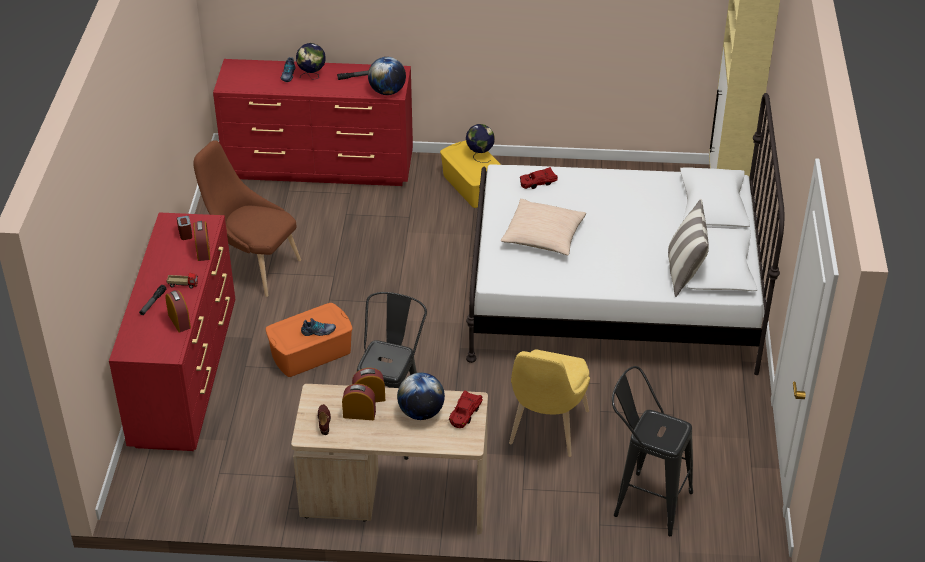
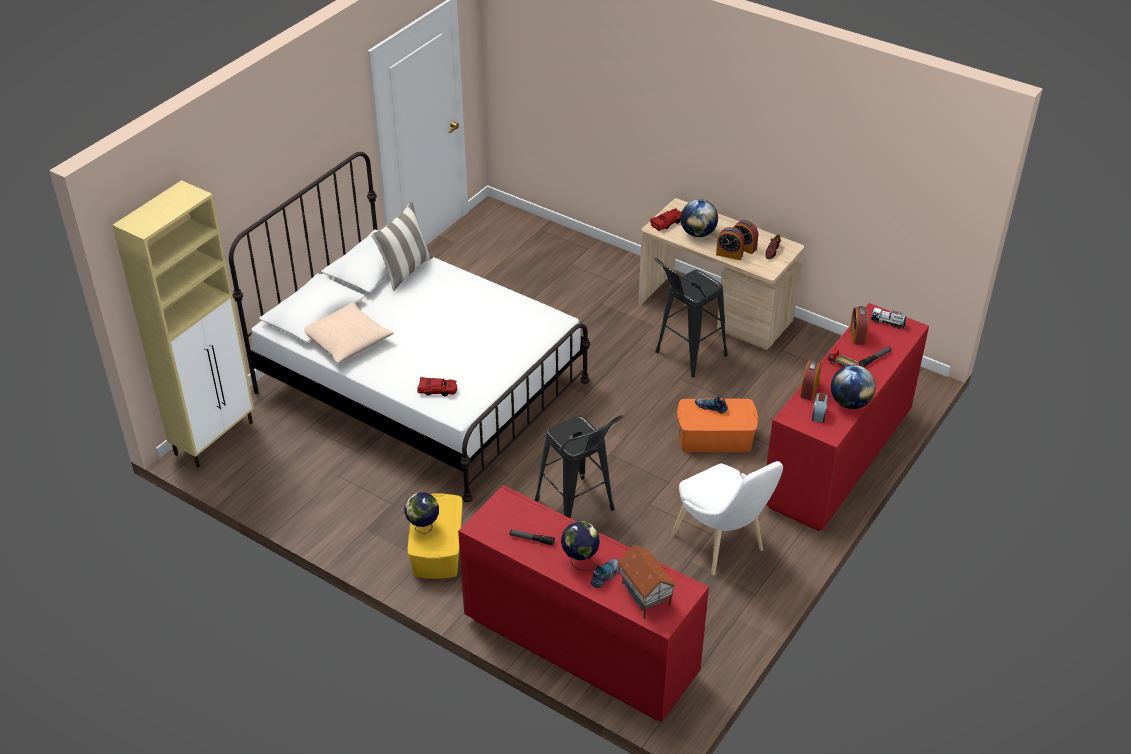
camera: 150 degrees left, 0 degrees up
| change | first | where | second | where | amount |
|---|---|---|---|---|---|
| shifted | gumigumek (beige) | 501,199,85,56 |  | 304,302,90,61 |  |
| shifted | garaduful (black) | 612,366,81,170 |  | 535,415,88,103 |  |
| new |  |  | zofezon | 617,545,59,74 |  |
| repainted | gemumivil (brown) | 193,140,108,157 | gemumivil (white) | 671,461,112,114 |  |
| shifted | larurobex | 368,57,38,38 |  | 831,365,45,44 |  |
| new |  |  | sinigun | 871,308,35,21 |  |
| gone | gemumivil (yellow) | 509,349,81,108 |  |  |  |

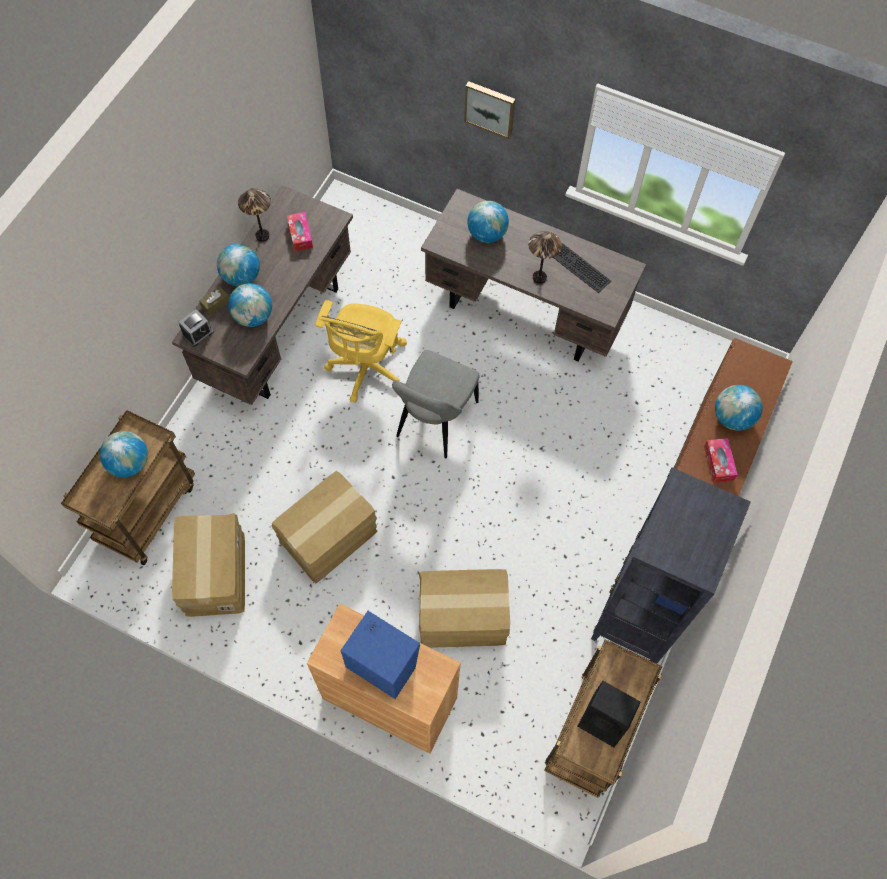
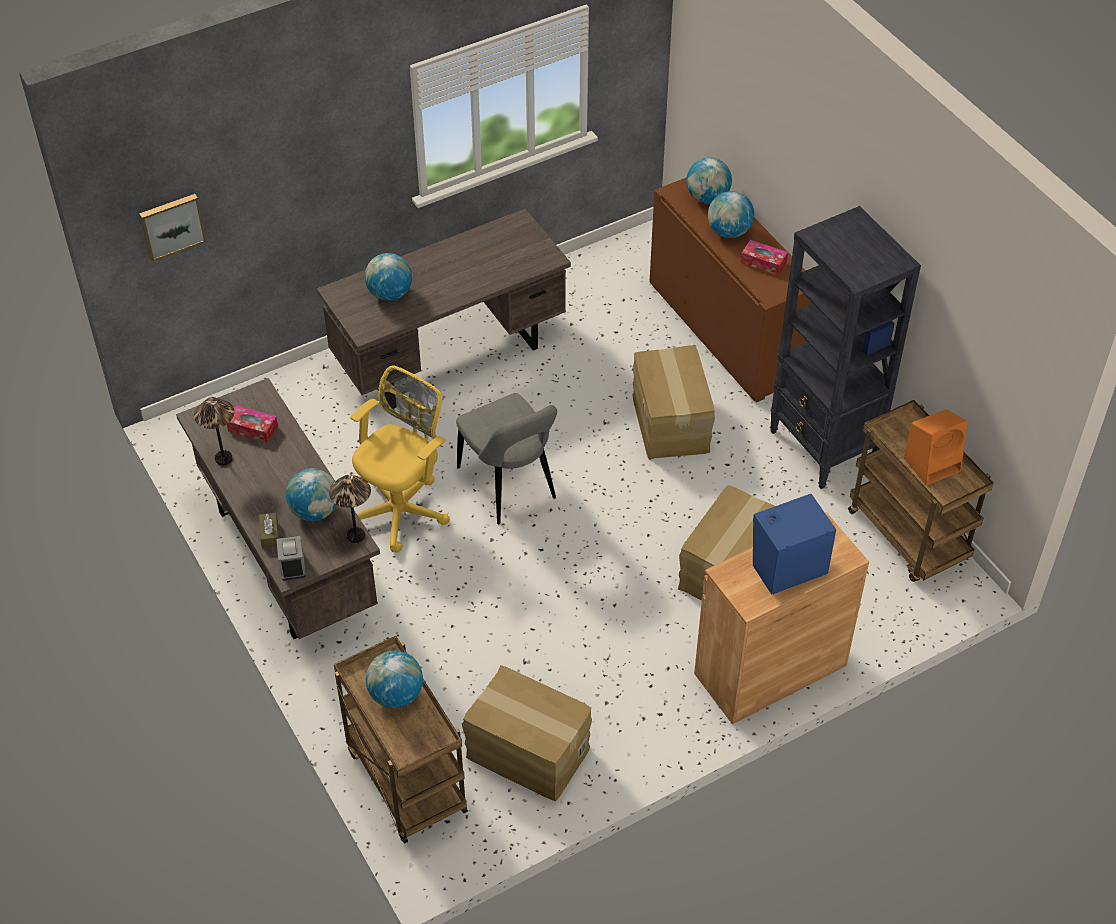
camera: 55 degrees left, 15 degrees down
| change | first | where | second | where | amount |
|---|---|---|---|---|---|
| shifted | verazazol | 464,81,51,58 |  | 139,194,68,68 |  |
| shifted | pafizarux | 528,231,34,53 |  | 329,475,42,68 |  |
| rotated | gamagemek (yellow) | 315,300,92,103 |  | 350,366,100,187 | 105 degrees counterclockwise |
| shifted | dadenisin | 272,471,105,112 |  | 632,345,83,115 |  |
| shifted | larurobex | 217,244,43,42 |  | 686,157,46,47 |  |
| repainted | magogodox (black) | 578,681,63,66 | magogodox (orange) | 904,409,64,77 |  |
| gone | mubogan | 553,243,58,50 |  |  |  |

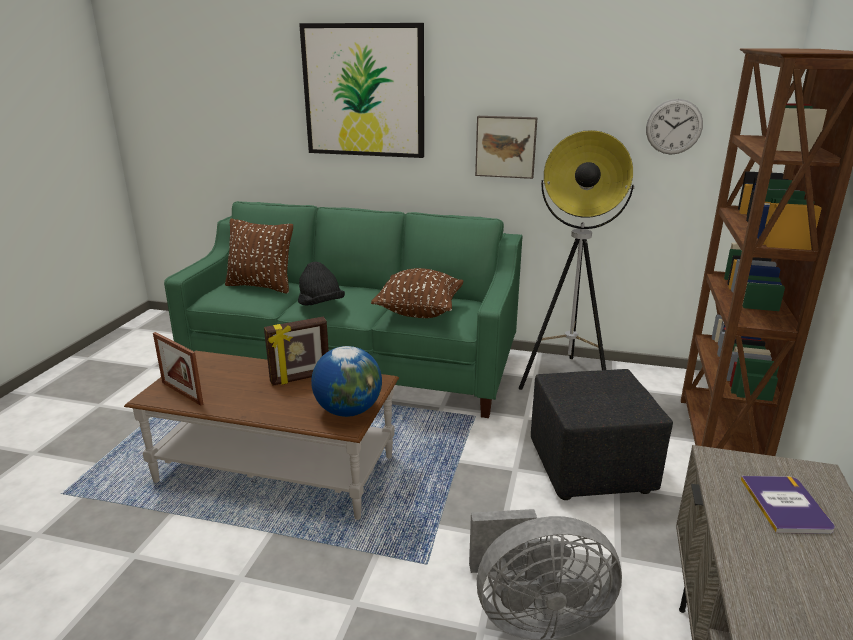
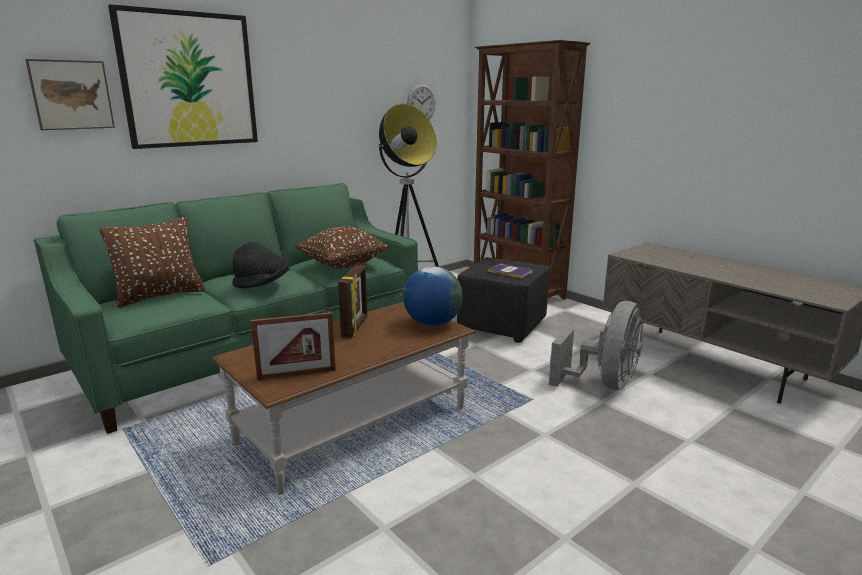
camera: 55 degrees left, 5 degrees down
| change | first | where | second | where | amount |
|---|---|---|---|---|---|
| shifted | verazazol | 475,116,63,63 |  | 25,59,90,71 |  |
| shifted | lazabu | 741,476,94,58 |  | 488,264,44,14 |  |

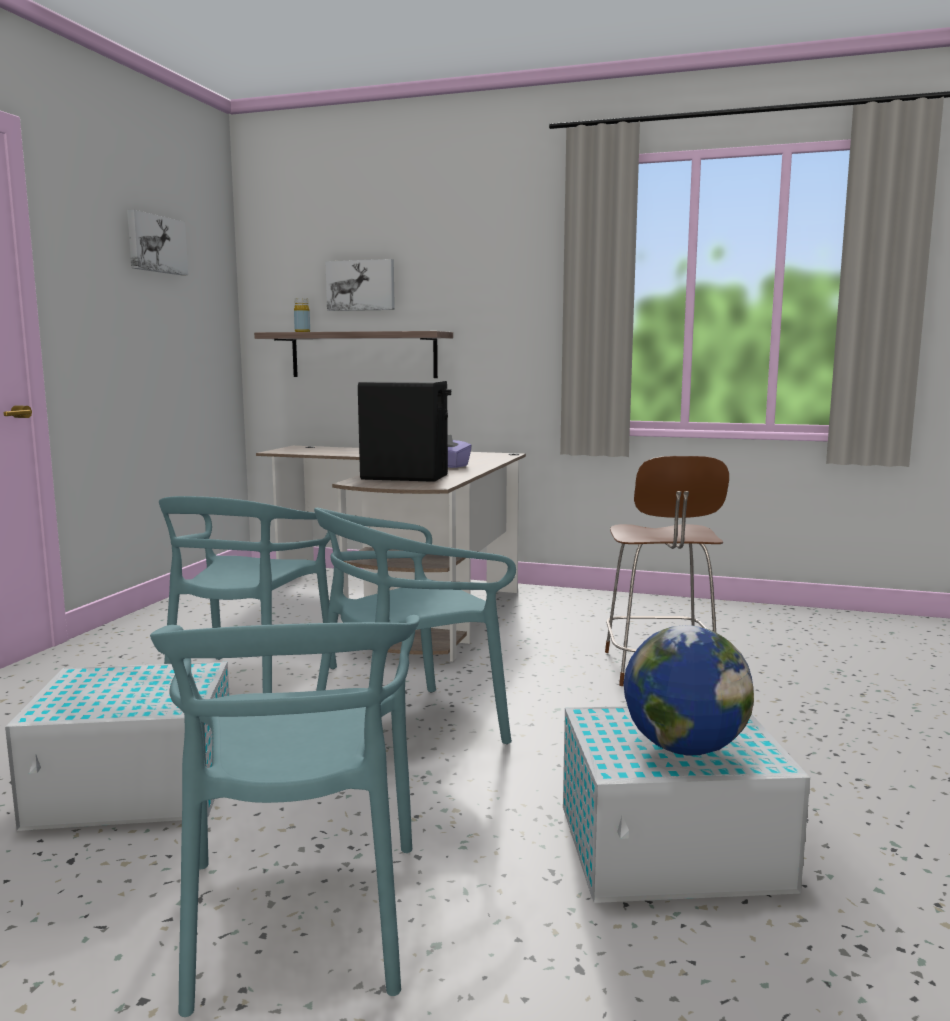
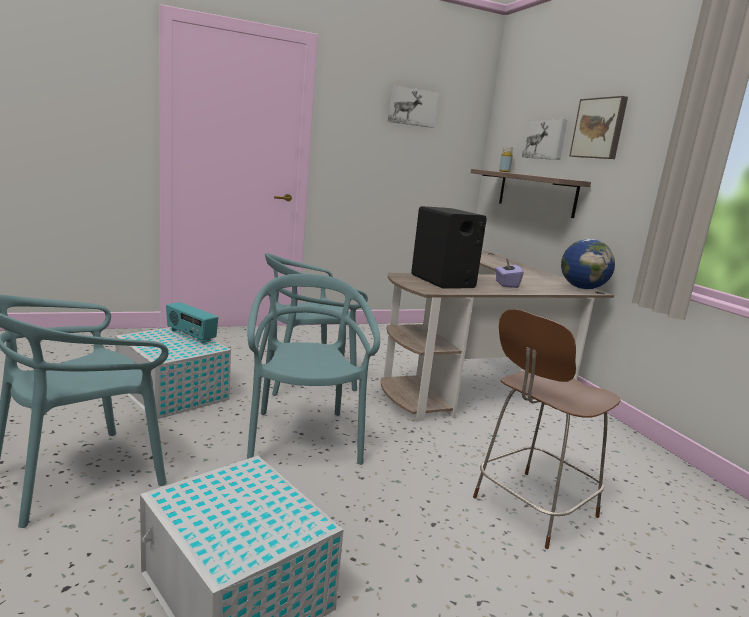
camera: 50 degrees right, 5 degrees up
| change | first | where | second | where | amount |
|---|---|---|---|---|---|
| new |  |  | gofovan | 166,302,52,42 |  |
| rotated | gemumivil (turquoise) | 314,508,202,236 |  | 247,274,133,191 | 60 degrees clockwise |
| shifted | larurobex | 624,625,130,130 |  | 561,239,54,50 |  |
| new |  |  | verazazol | 569,96,59,63 |  |

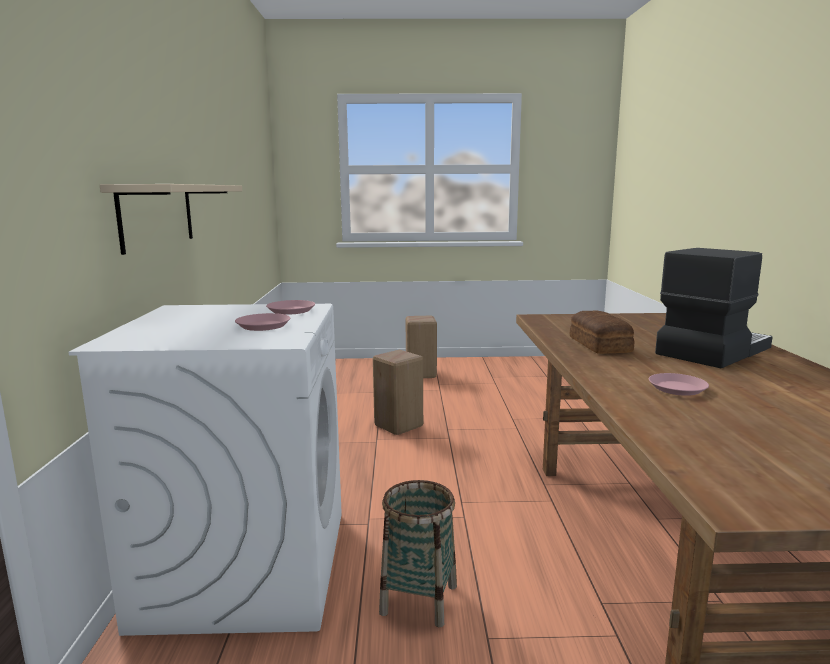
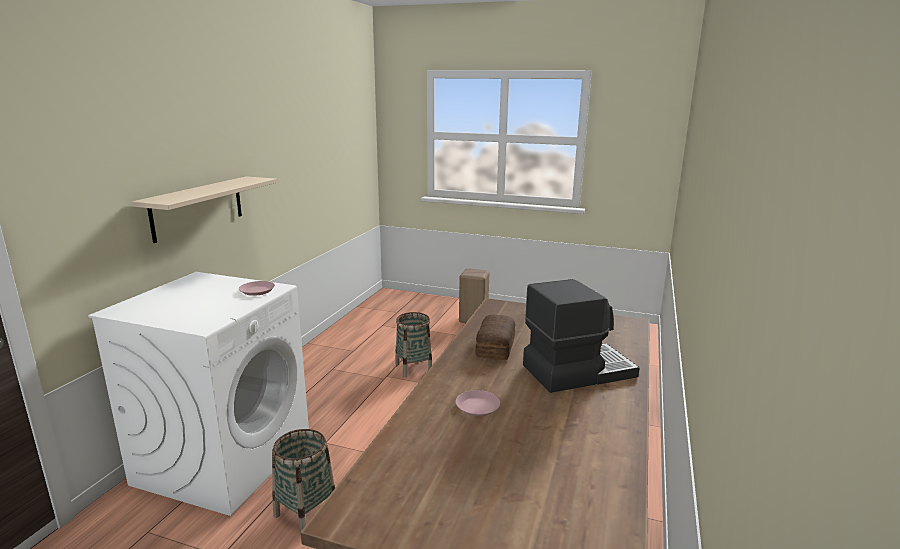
camera: 20 degrees right, 5 degrees up
| change | first | where | second | where | amount |
|---|---|---|---|---|---|
| swapped | garaduful (beige) | 373,350,50,85 | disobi | 395,312,37,65 |  |
| gone | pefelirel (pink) | 235,313,56,18 |  |  |  |

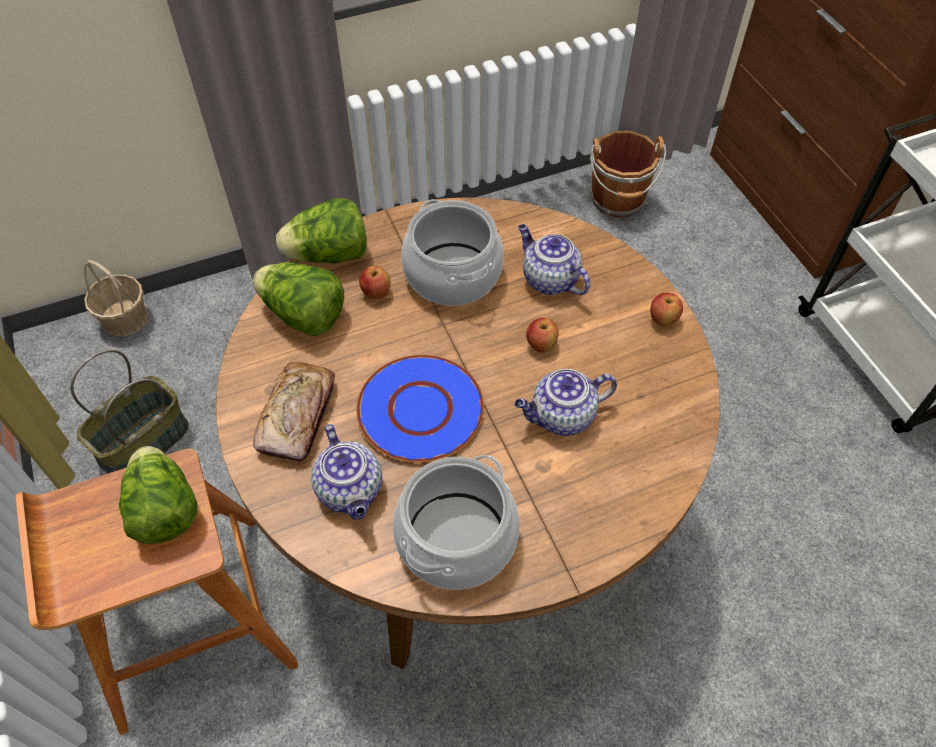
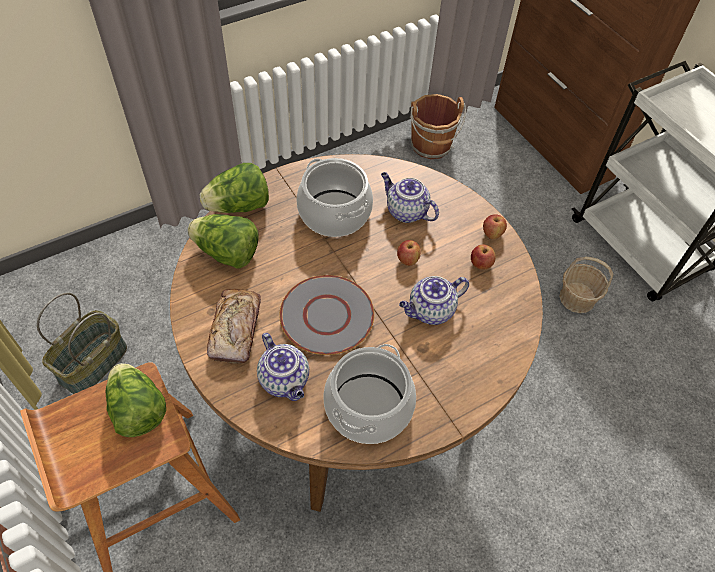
camera: 10 degrees left, 0 degrees up
| change | first | where | second | where | amount |
|---|---|---|---|---|---|
| repainted | pefelirel (blue) | 356,355,128,107 | pefelirel (grey) | 279,275,95,80 |  |
| shifted | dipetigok | 359,266,32,33 |  | 471,244,25,25 |  |
| shifted | disobi | 84,260,64,77 |  | 559,257,54,56 |  |

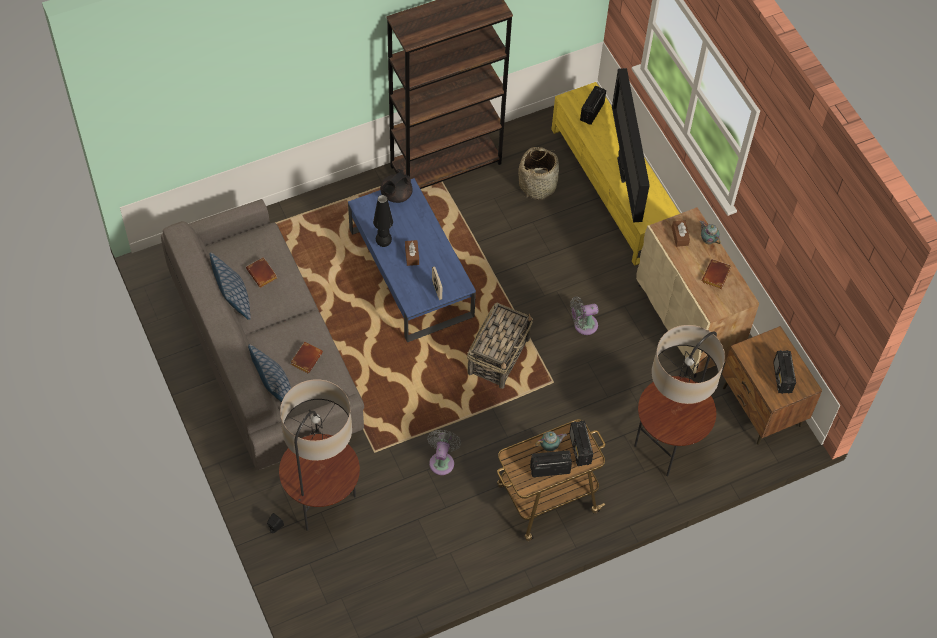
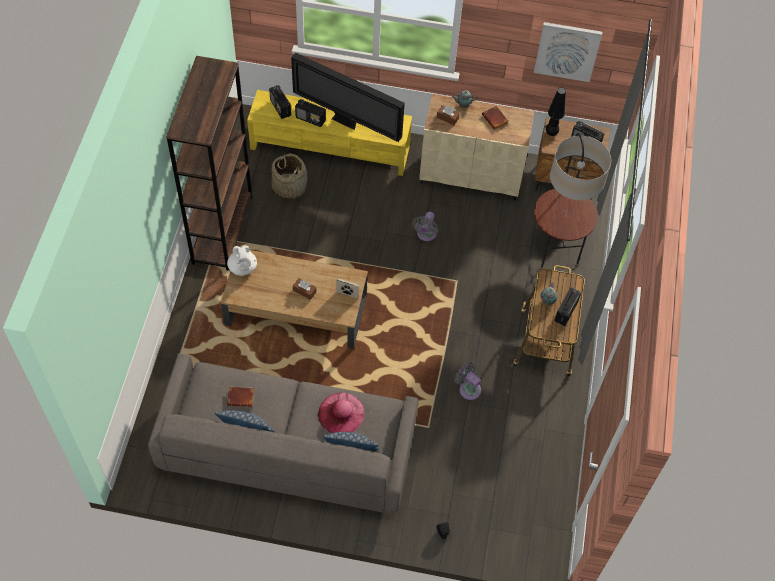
camera: 55 degrees left, 0 degrees up
| change | first | where | second | where | amount |
|---|---|---|---|---|---|
| repainted | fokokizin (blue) | 348,178,128,165 | fokokizin (brown) | 221,250,147,99 |  |
| repainted | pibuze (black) | 380,169,33,34 | pibuze (white) | 227,245,30,31 |  |
| shifted | gofovan | 569,420,24,46 |  | 295,99,31,28 |  |
| swapped | lazabu (brown) | 290,341,33,32 | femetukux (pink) | 318,392,46,41 |  |
| new |  |  | verazazol | 534,22,68,60 |  |
| shifted | pafizarux (black) | 373,195,20,52 |  | 546,87,20,49 |  |
| gone | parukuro | 279,379,81,152 |  |  |  |
| gone | disobi | 467,303,66,86 |  |  |  |

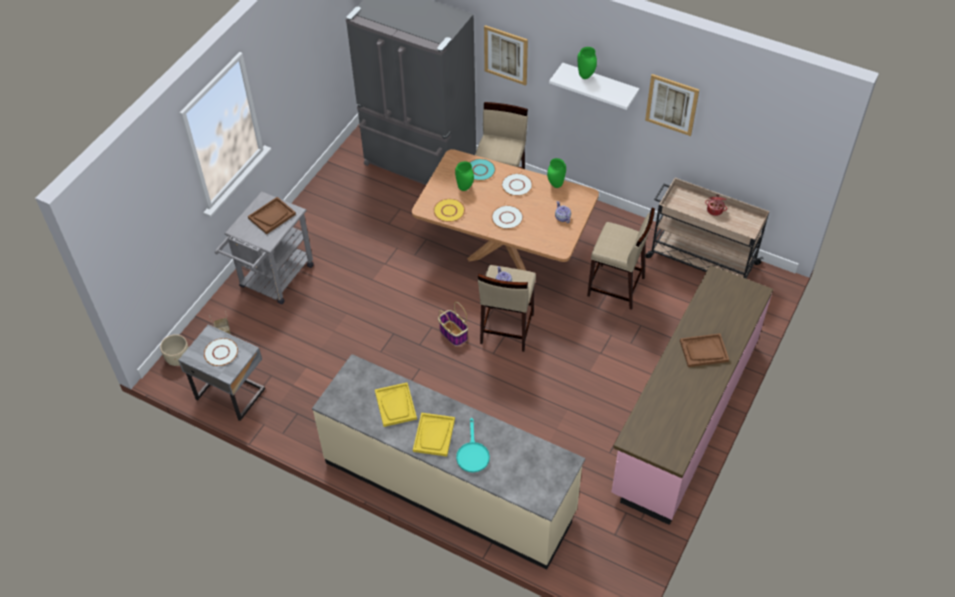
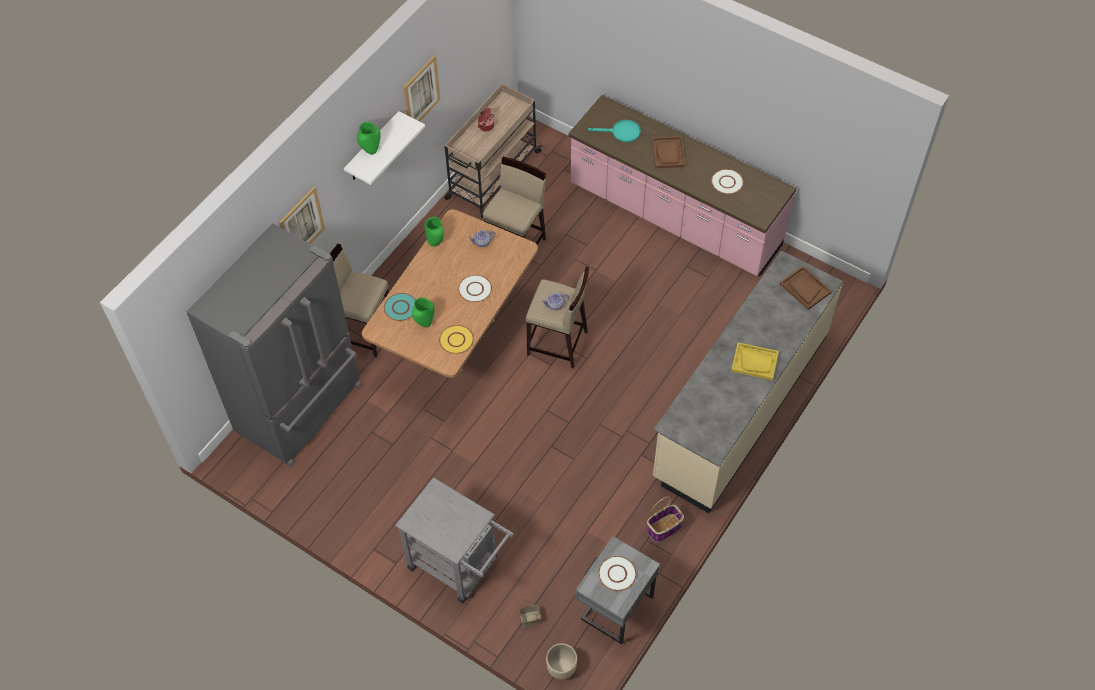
camera: 85 degrees left, 5 degrees up
| change | first | where | second | where | amount |
|---|---|---|---|---|---|
| shifted | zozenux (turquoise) | 456,418,34,55 |  | 588,120,53,22 |  |
| shifted | disobi | 438,302,30,44 |  | 647,497,37,45 |  |
| shifted | pefelirel (white) | 502,173,31,23 |  | 711,169,33,25 |  |
| shifted | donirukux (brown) | 248,197,48,37 |  | 780,266,52,44 |  |
| gone | donirukux (yellow) | 375,382,42,45 |  |  |  |

